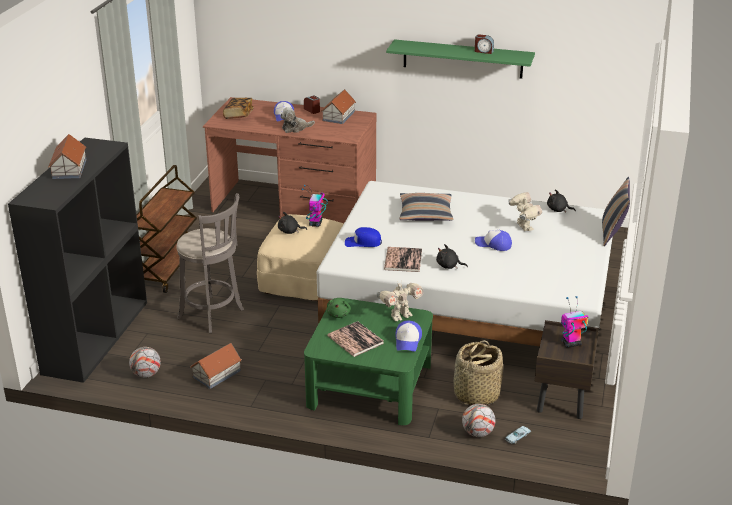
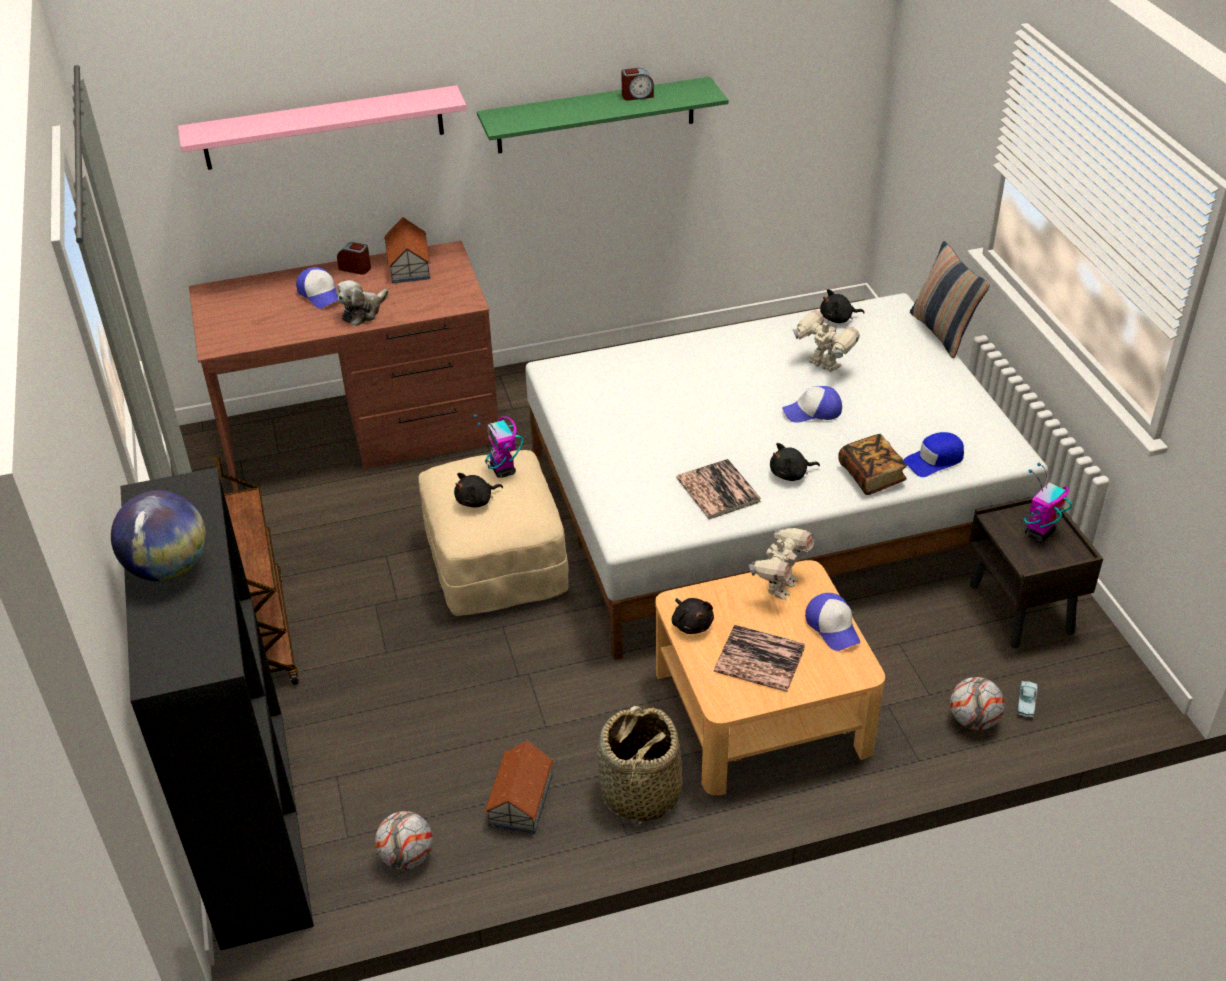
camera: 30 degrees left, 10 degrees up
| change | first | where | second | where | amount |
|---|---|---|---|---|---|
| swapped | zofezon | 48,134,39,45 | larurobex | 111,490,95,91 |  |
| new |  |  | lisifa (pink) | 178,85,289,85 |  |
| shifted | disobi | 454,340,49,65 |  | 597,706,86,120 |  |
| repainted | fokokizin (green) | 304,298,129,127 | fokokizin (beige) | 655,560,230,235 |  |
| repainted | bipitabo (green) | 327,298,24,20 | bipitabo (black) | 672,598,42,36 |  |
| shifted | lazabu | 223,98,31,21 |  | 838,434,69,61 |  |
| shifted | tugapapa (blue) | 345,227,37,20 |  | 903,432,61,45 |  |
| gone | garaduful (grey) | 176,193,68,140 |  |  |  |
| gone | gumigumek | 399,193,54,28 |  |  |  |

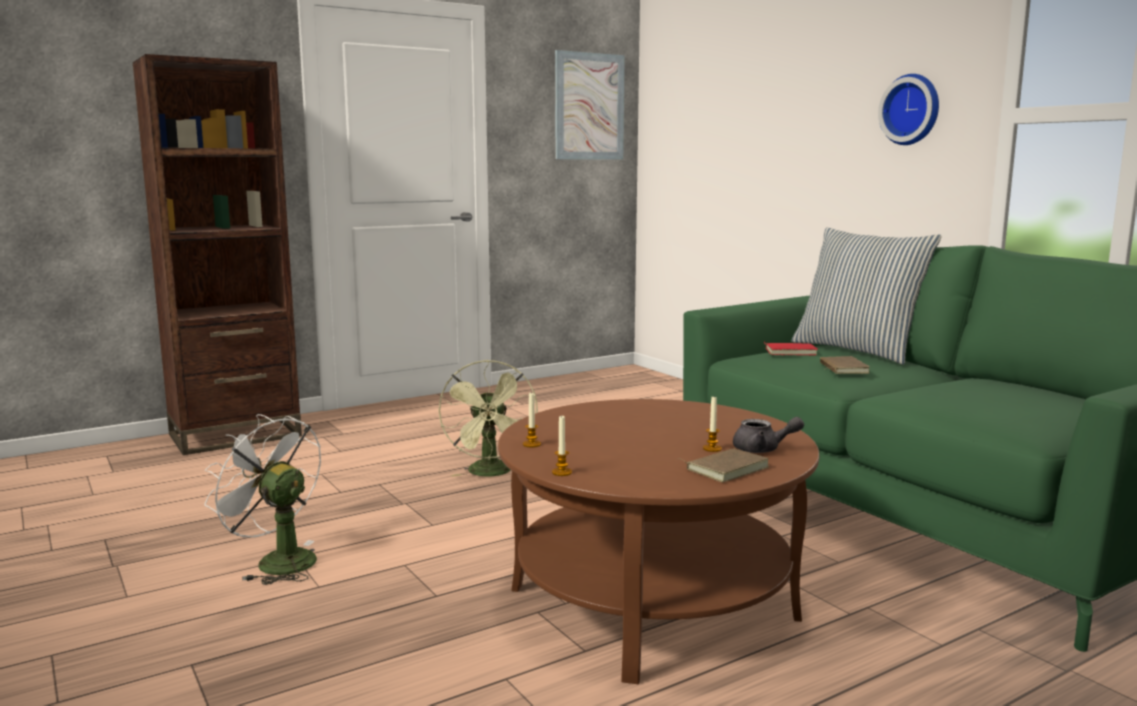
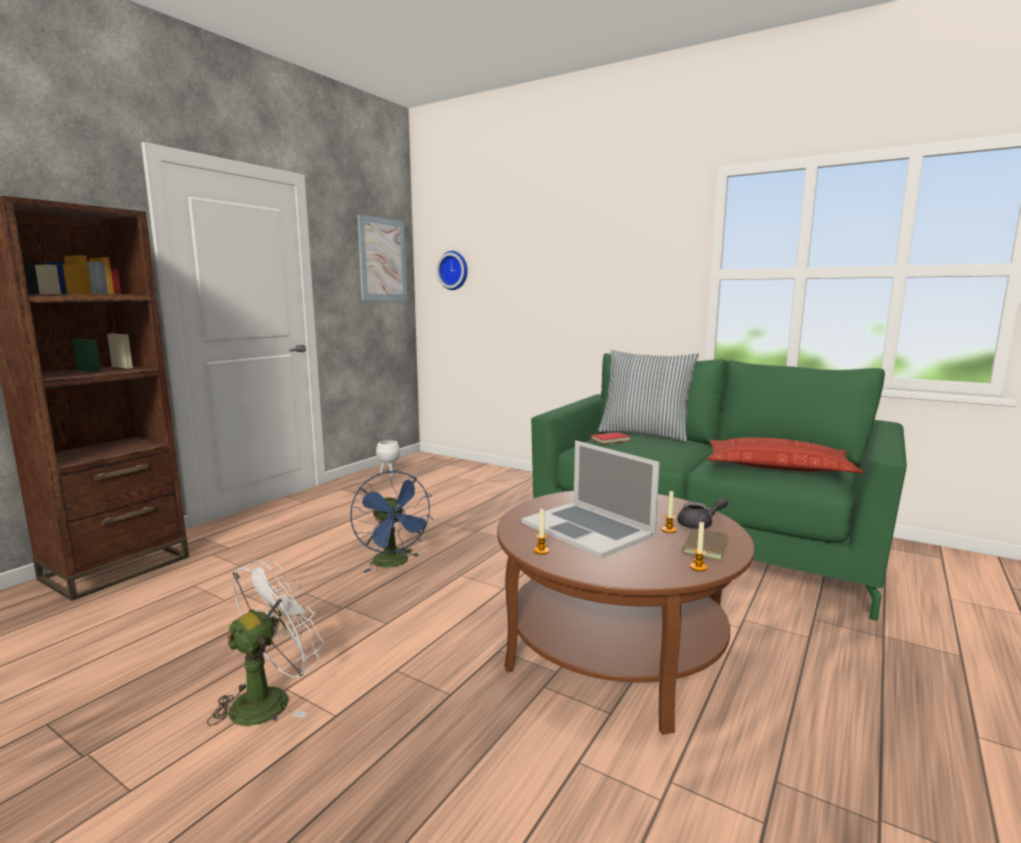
camera: 25 degrees left, 0 degrees up
| change | first | where | second | where | amount |
|---|---|---|---|---|---|
| rotated | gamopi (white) | 204,414,117,171 |  | 207,560,117,166 | 120 degrees clockwise |
| repainted | gamopi (green) | 438,360,100,117 | gamopi (blue) | 350,471,83,102 |  |
| new |  |  | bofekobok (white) | 376,440,24,36 |  |
| shifted | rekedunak | 878,74,61,71 |  | 436,251,32,39 |  |
| new |  |  | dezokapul | 521,440,139,118 |  |
| shifted | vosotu | 552,416,20,60 |  | 690,522,17,49 |  |
| new |  |  | gumigumek | 707,437,156,36 |  |
| gone | lazabu (brown) | 820,356,50,18 |  |  |  |

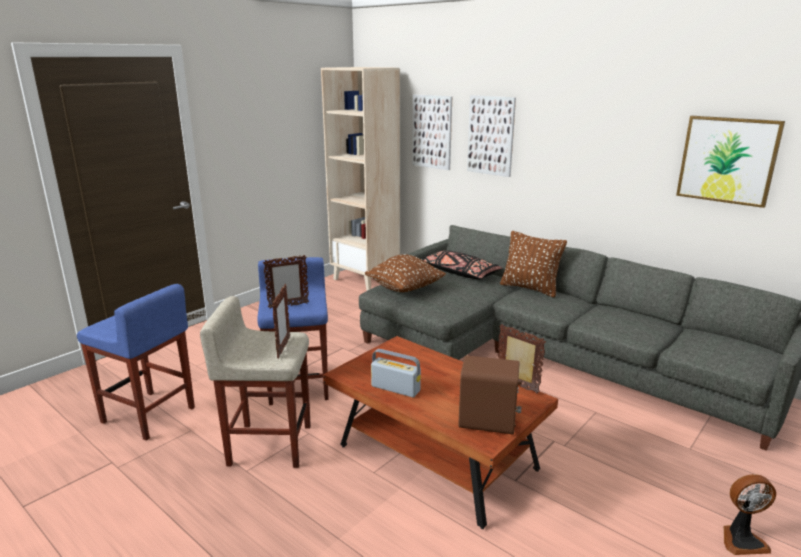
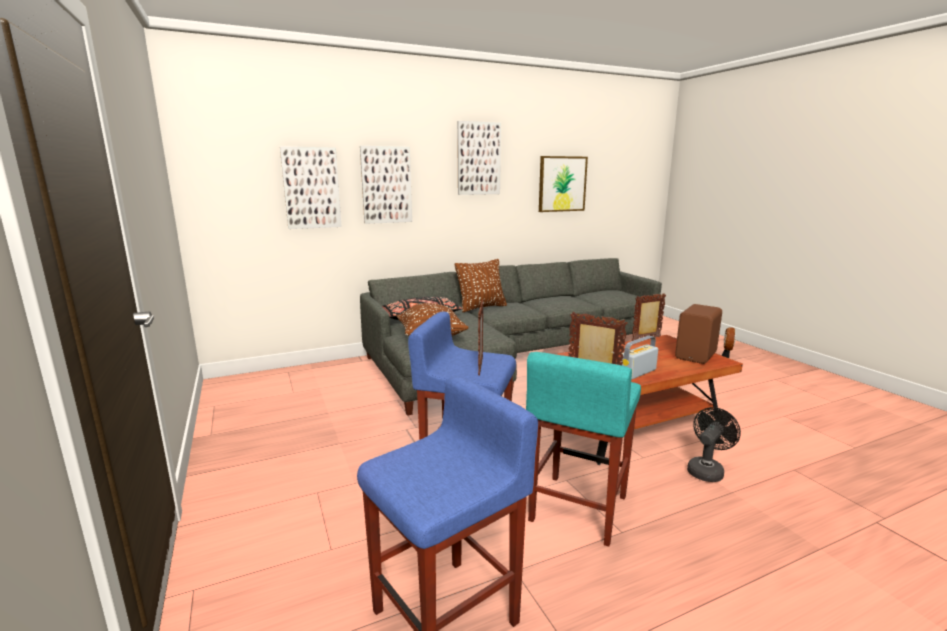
camera: 65 degrees left, 5 degrees down
| change | first | where | second | where | amount |
|---|---|---|---|---|---|
| new |  |  | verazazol | 457,121,44,74 |  |
| repainted | garaduful (beige) | 200,296,111,172 | garaduful (turquoise) | 526,352,115,195 |  |
| new |  |  | gamopi (black) | 687,407,54,75 |  |
| gone | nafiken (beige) | 321,67,79,224 |  |  |  |

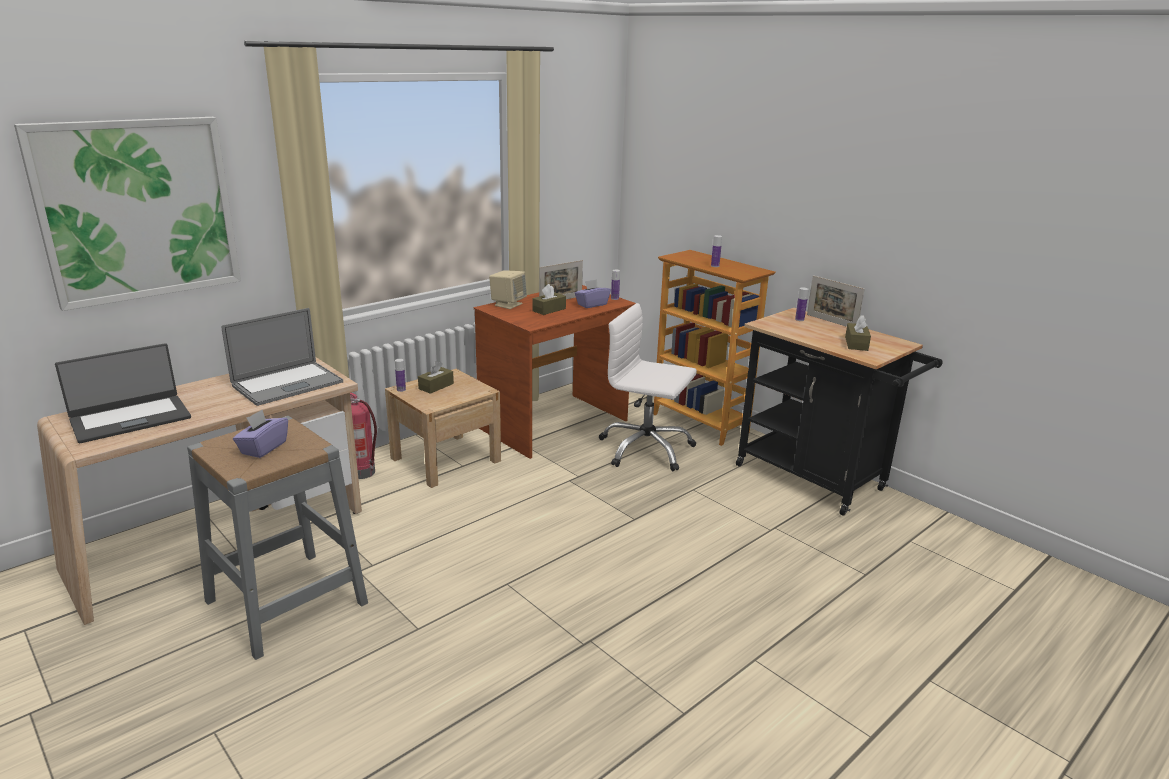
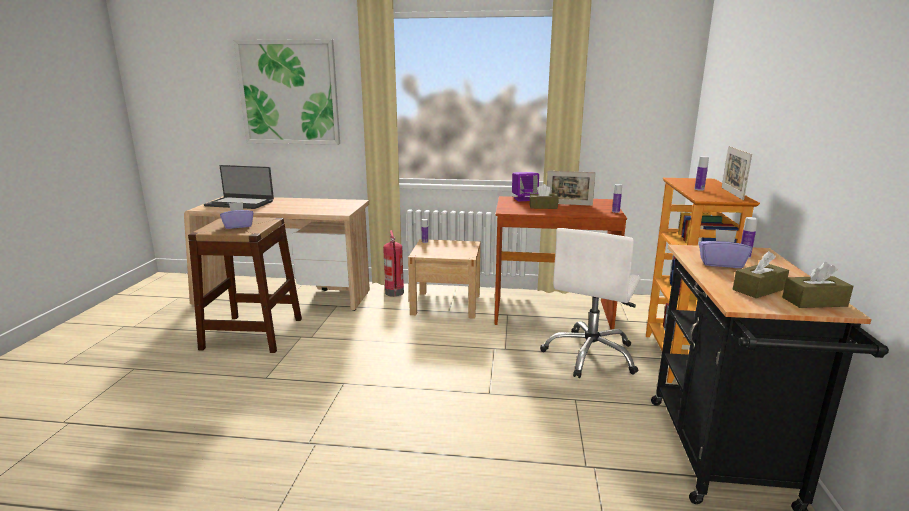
camera: 50 degrees right, 5 degrees down
| change | first | where | second | where | amount |
|---|---|---|---|---|---|
| repainted | garaduful (grey) | 187,416,181,244 | garaduful (brown) | 188,217,114,136 |  |
| repainted | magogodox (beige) | 489,270,38,39 | magogodox (purple) | 512,172,27,29 |  |
| rotated | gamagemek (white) | 599,303,98,168 |  | 540,228,101,150 | 135 degrees counterclockwise |
| shifted | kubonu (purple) | 575,279,36,29 |  | 699,229,53,39 |  |
| shifted | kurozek | 807,275,58,52 |  | 722,146,30,54 |  |
| shifted | kubonu (brown) | 418,361,36,33 |  | 782,262,72,46 |  |
| gone | dezokapul | 222,308,121,98 |  |  |  |

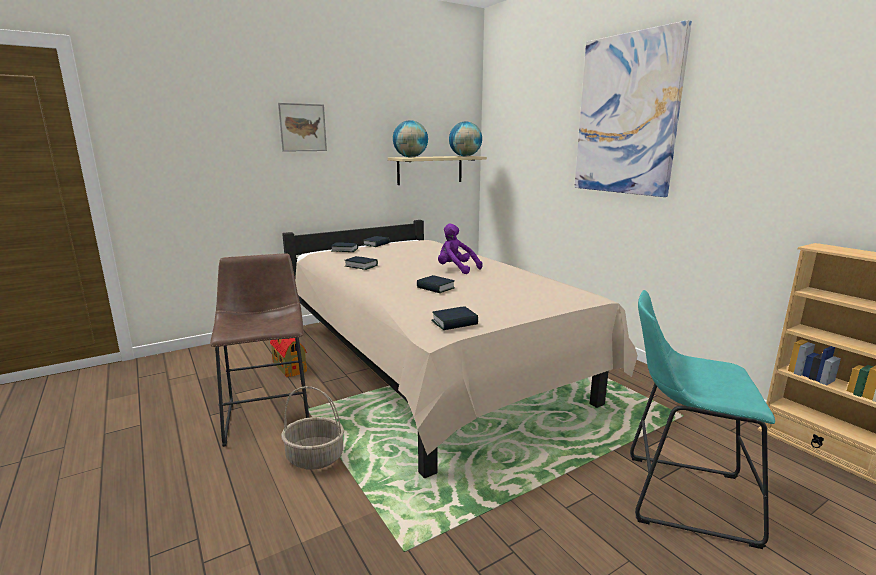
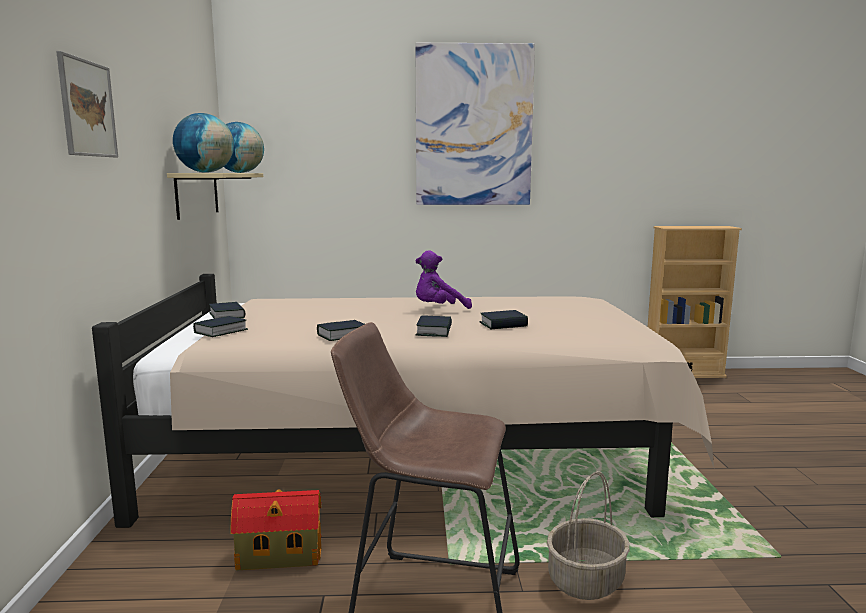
camera: 60 degrees left, 5 degrees down
| change | first | where | second | where | amount |
|---|---|---|---|---|---|
| shifted | lazabu | 432,306,46,24 |  | 416,315,36,22 |  |
| gone | garaduful (turquoise) | 630,290,145,259 |  |  |  |

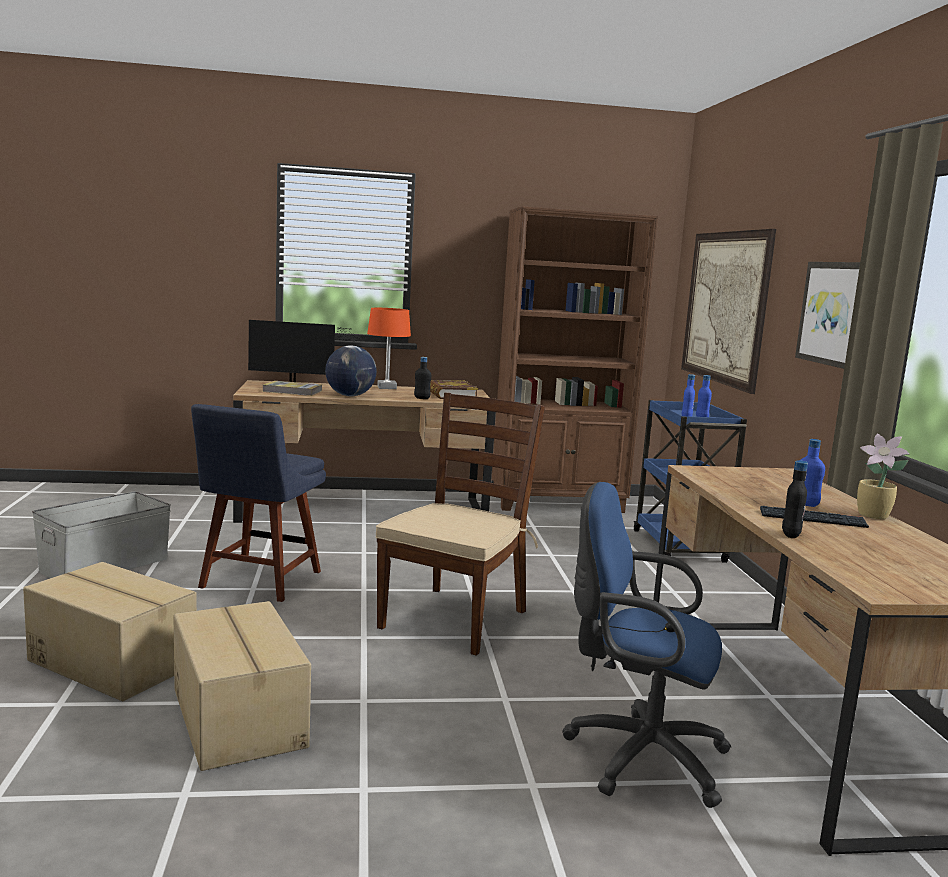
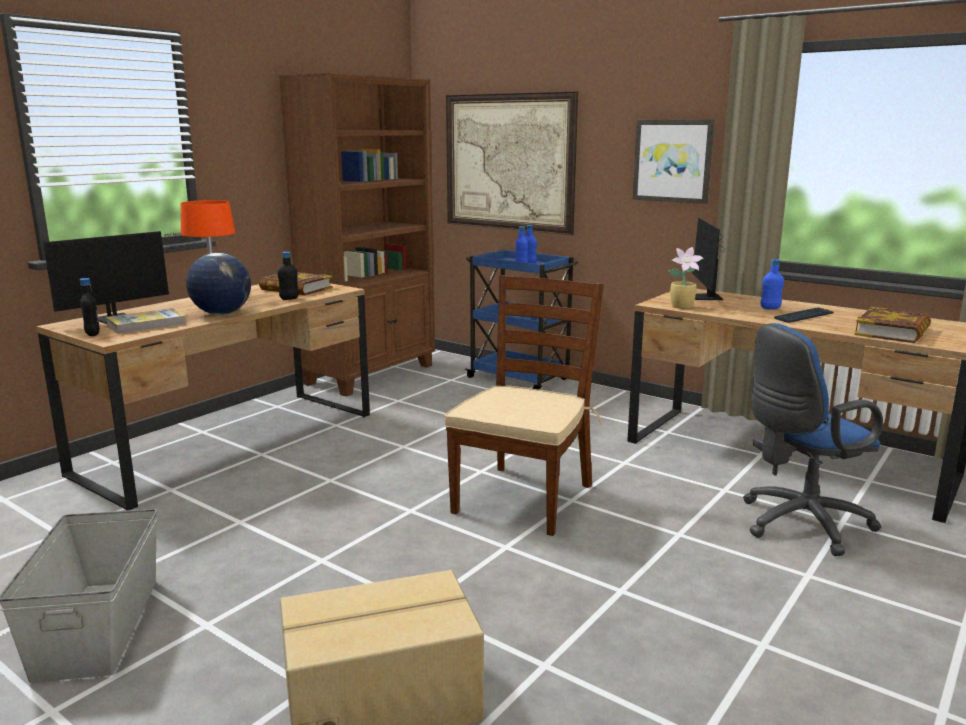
camera: 45 degrees left, 5 degrees up
| change | first | where | second | where | amount |
|---|---|---|---|---|---|
| shifted | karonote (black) | 782,460,26,78 |  | 80,278,20,58 |  |
| rotated | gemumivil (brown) | 375,393,170,263 |  | 445,275,159,261 | 45 degrees clockwise |
| shifted | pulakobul | 857,434,52,85 |  | 668,247,36,62 |  |
| new |  |  | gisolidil | 692,218,32,82 |  |
| new |  |  | lazabu | 855,307,76,36 |  |
| gone | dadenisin | 173,601,138,170 |  |  |  |
| gone | gemumivil (blue) | 191,404,135,198 |  |  |  |

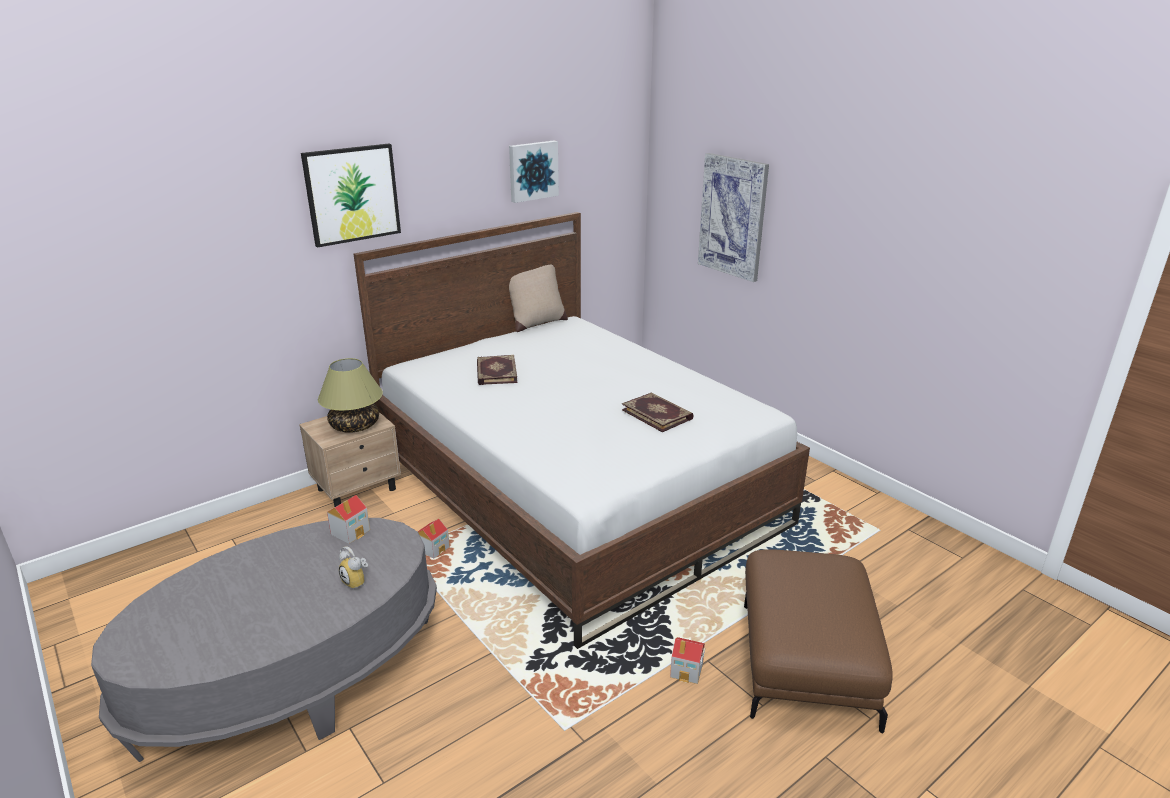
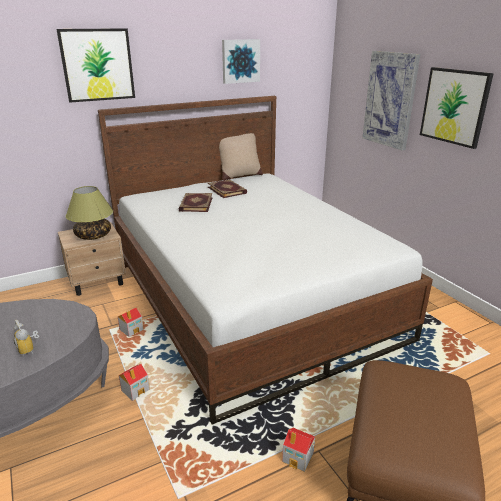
camera: 10 degrees right, 0 degrees up
| change | first | where | second | where | amount |
|---|---|---|---|---|---|
| shifted | zofezon | 327,495,43,49 |  | 119,364,31,37 |  |
| shifted | lazabu | 622,392,72,40 |  | 208,179,39,19 |  |
| new |  |  | verazazol | 420,67,74,82 |  |

